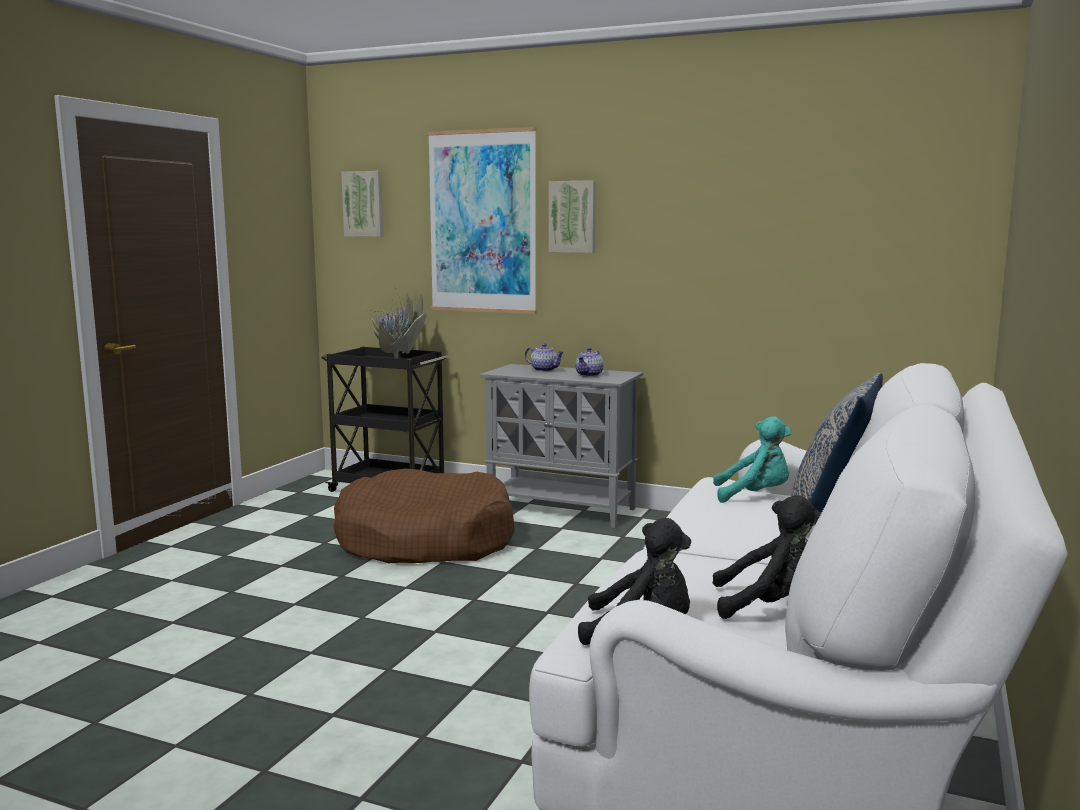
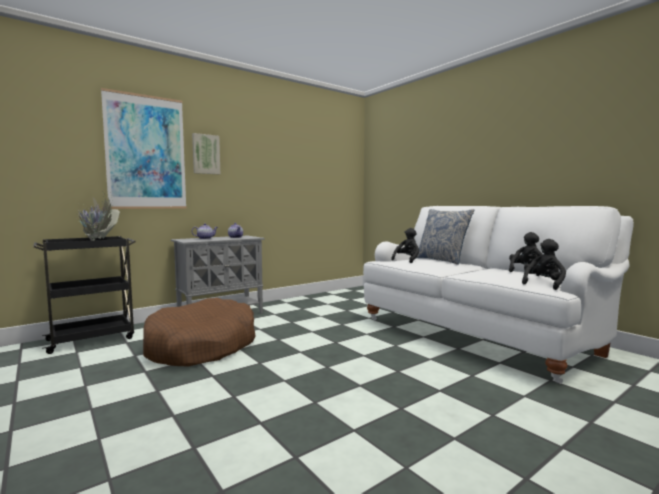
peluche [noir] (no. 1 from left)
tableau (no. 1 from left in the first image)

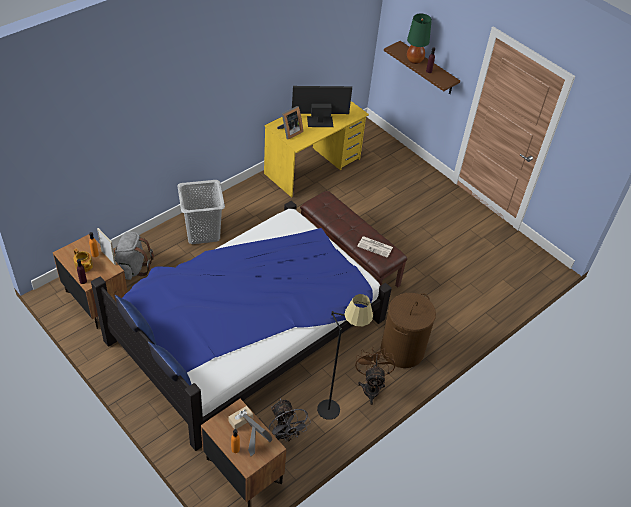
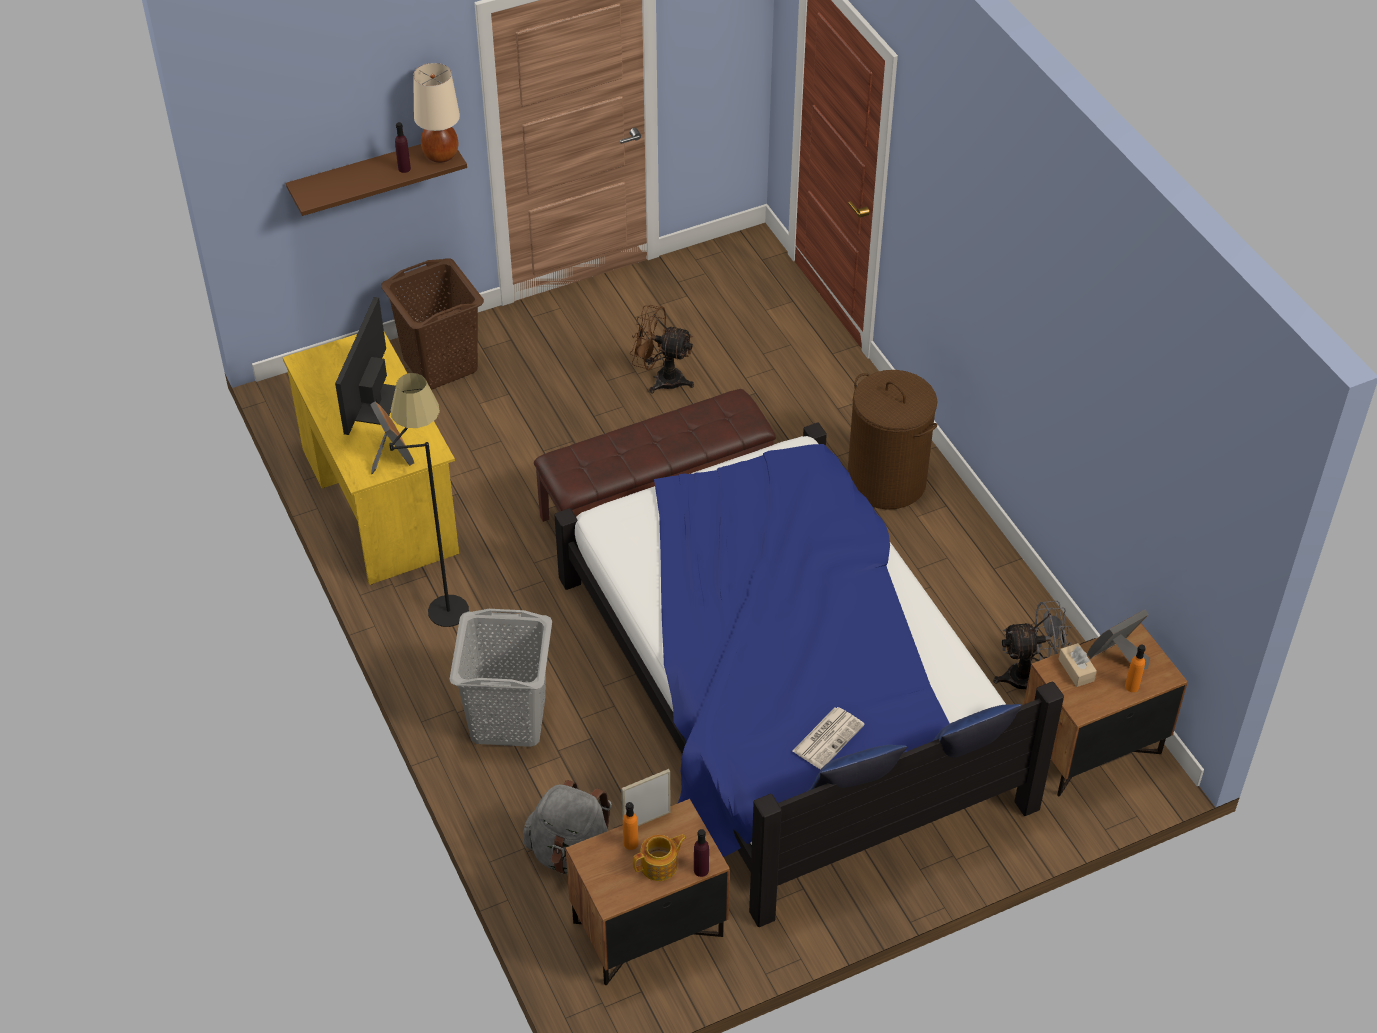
panier à linge [marron] (no. 1 from left)
lampadaire [noir]
lampe de table [beige]
ventilateur [marron]
journal
lampe de table [vert]

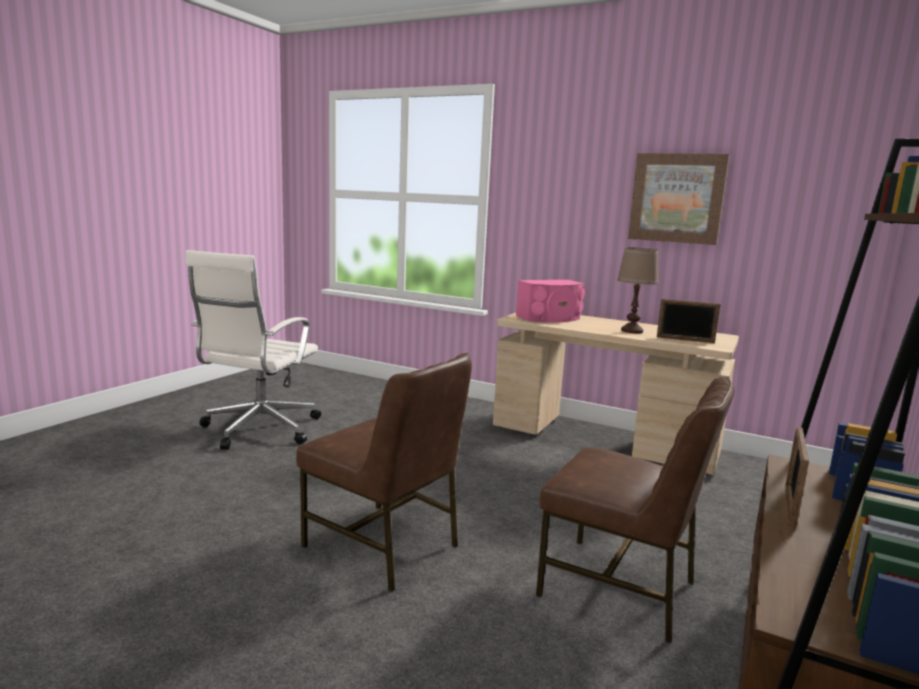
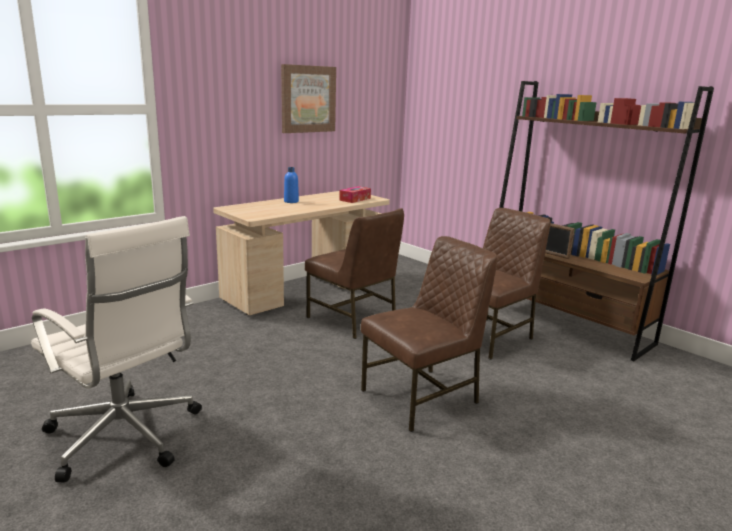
bouteille [bleu]
chaise [marron] (no. 1 from left)
boîte à mouchoirs
enceinte [rose]
lampe de table [marron]

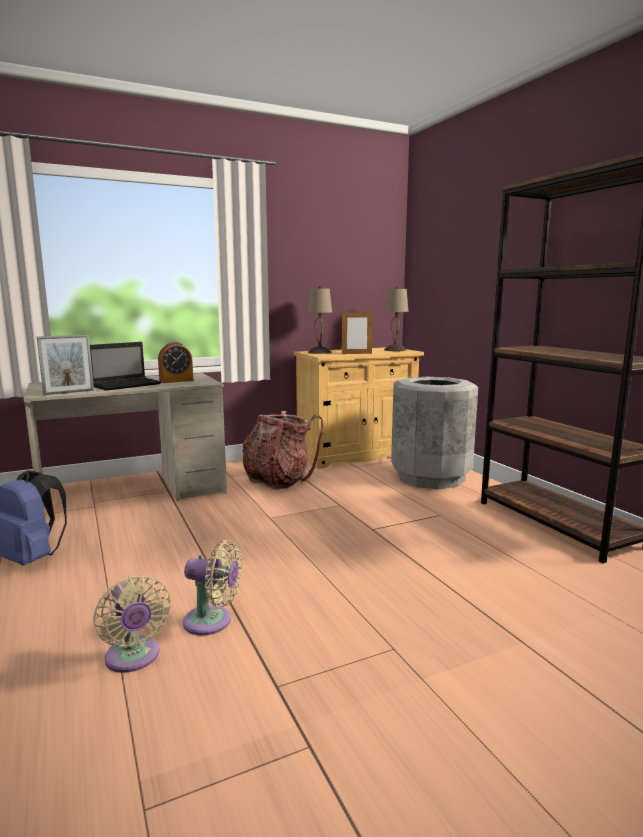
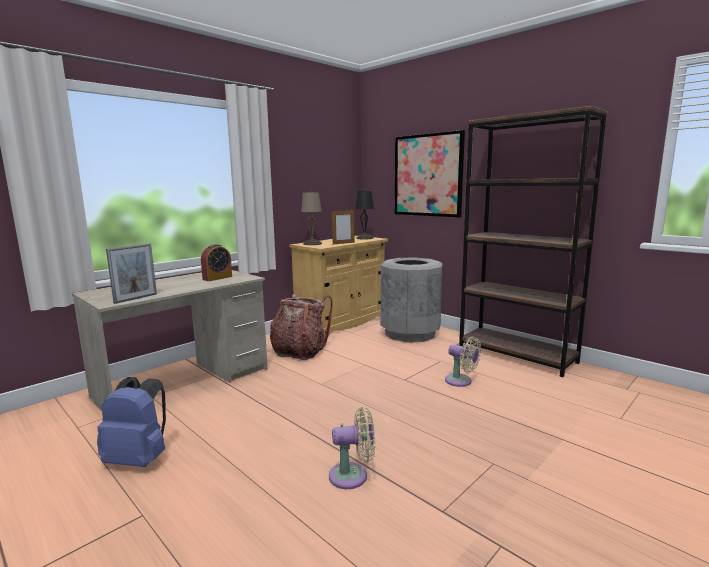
lampe de table [noir]
tableau
ventilateur [beige] (no. 2 from left)
ordinateur portable

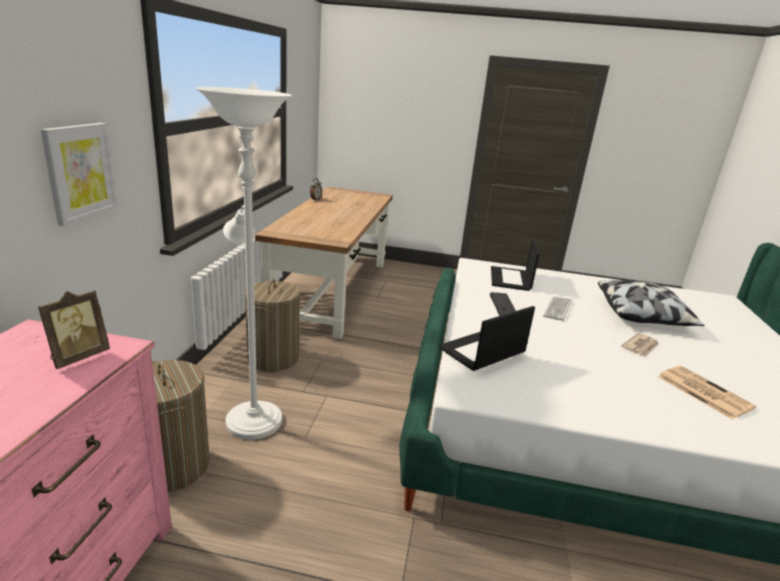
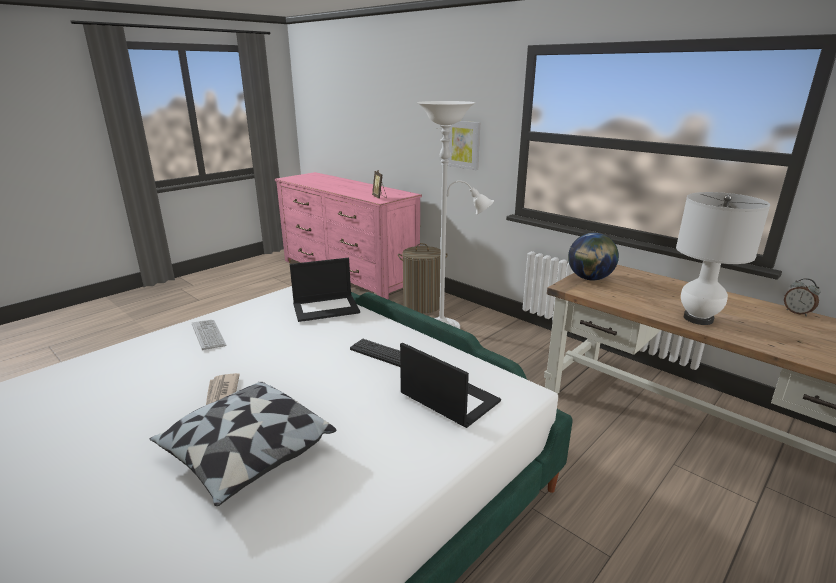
clavier (no. 1 from left)
ordinateur portable (no. 1 from left)
globe
lampe de table [blanc]
panier à linge (no. 2 from left in the first image)
journal (no. 2 from left in the first image)

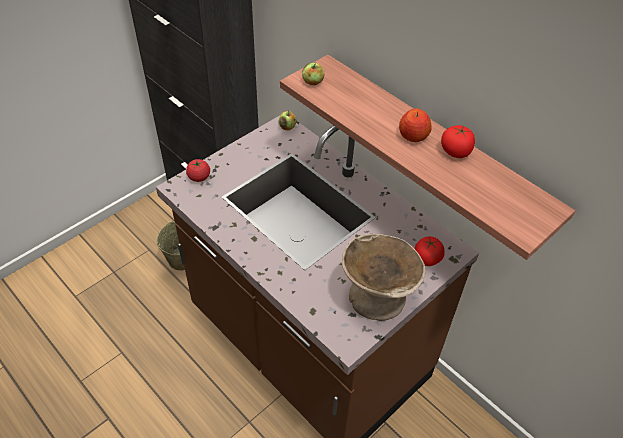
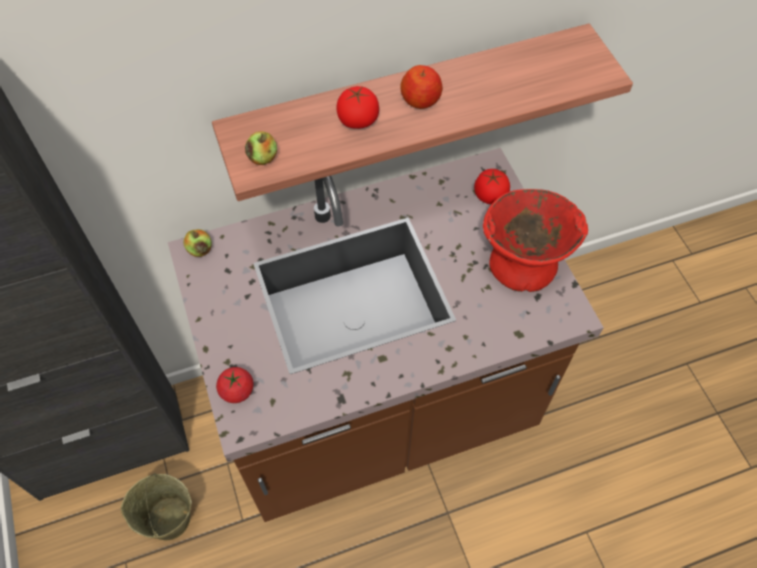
tomate (no. 2 from left)
bol [rouge]

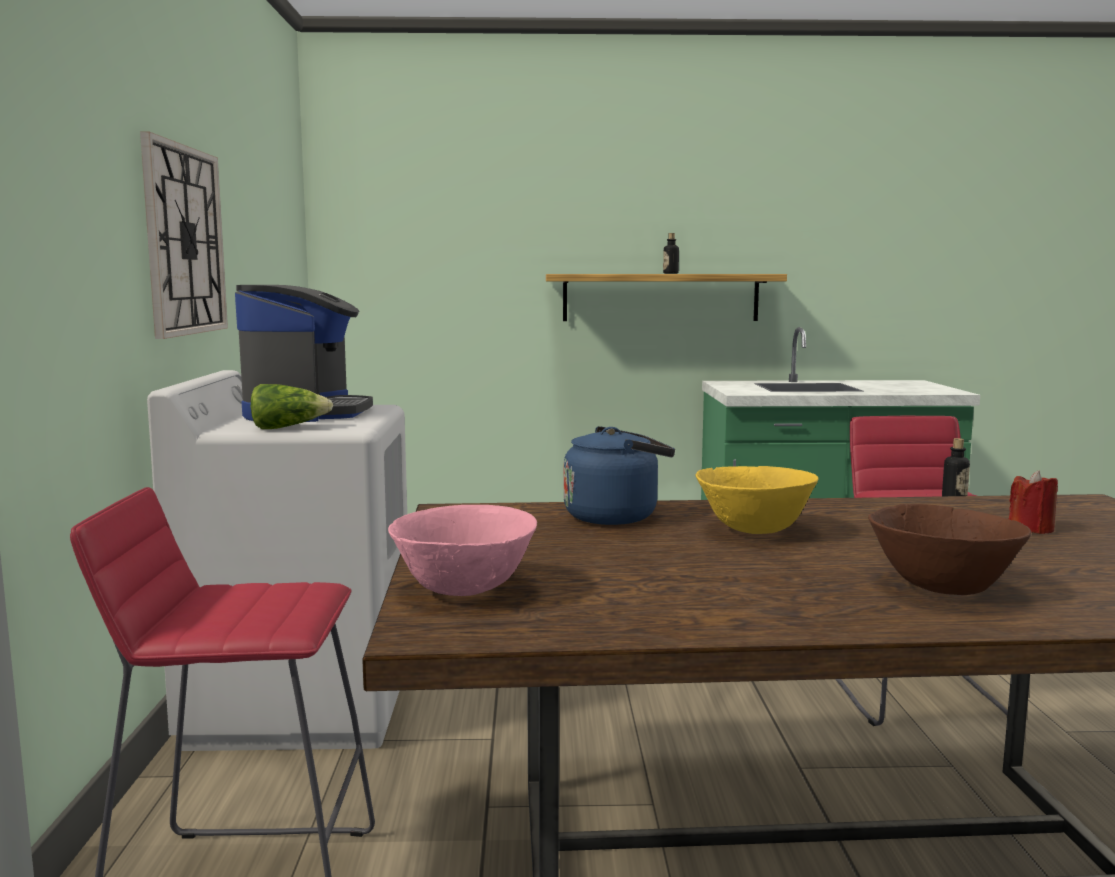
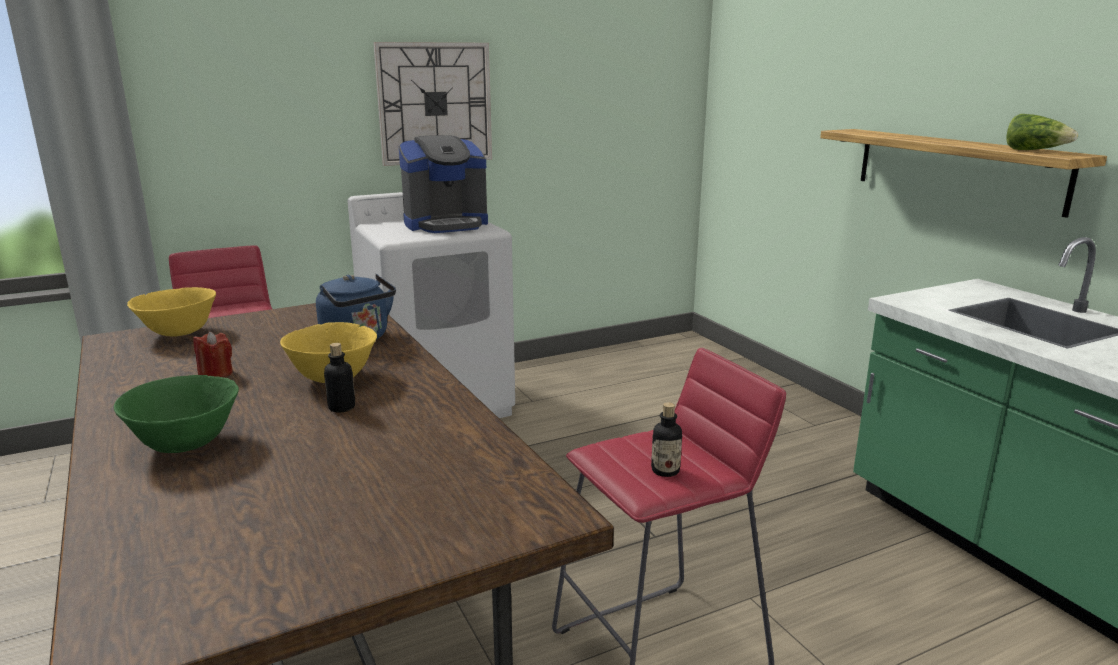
bol [vert]
bol [jaune] (no. 1 from left)
bougie [rouge]
bouteille (no. 1 from left)
laitue

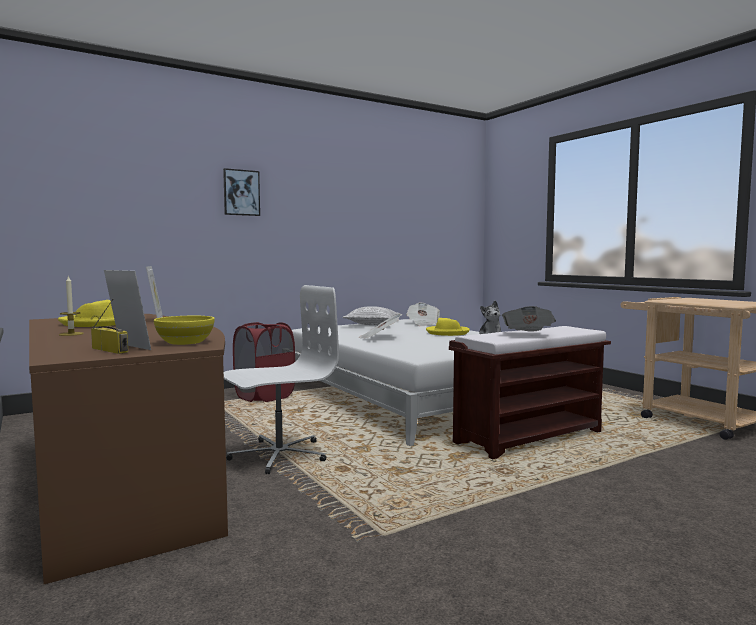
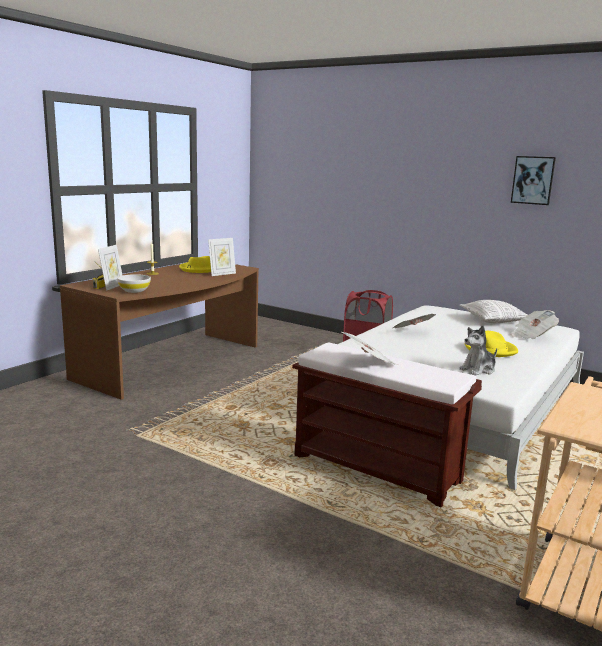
bol [blanc]
tableau
chaise de bureau [blanc]

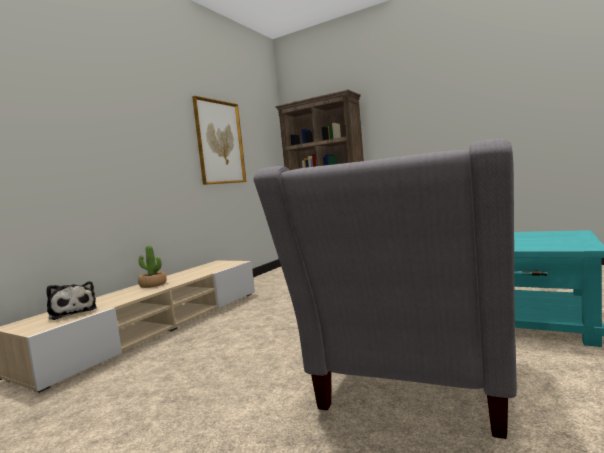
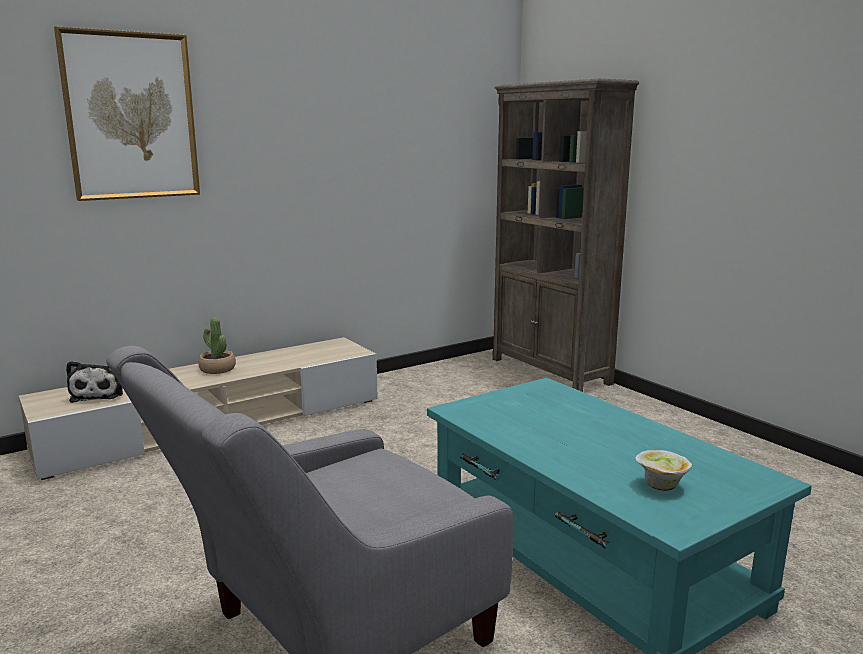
tableau
bol

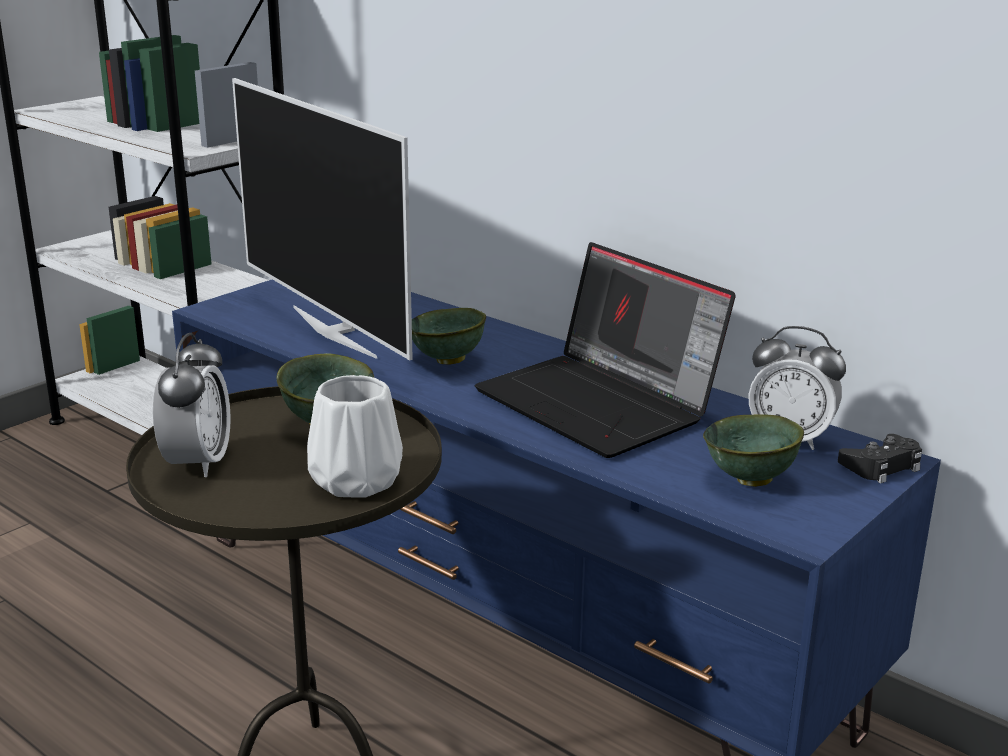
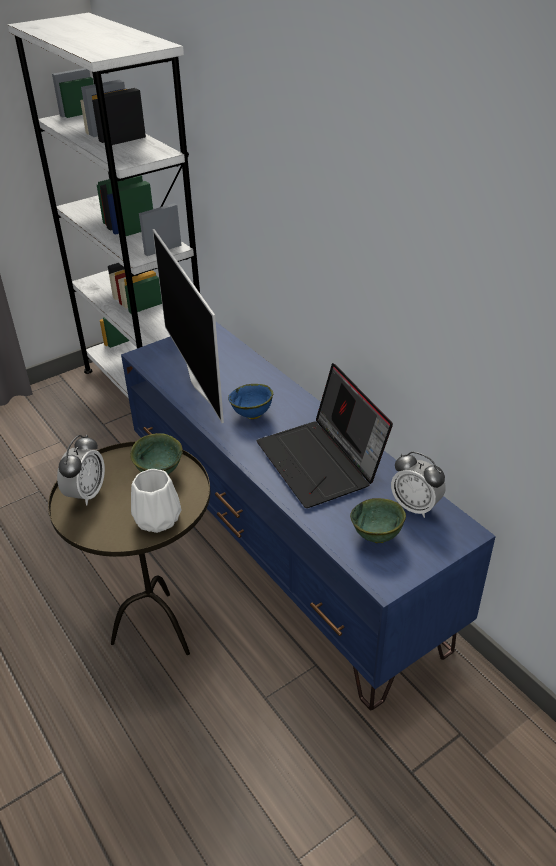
bol [bleu]
manette [noir]

